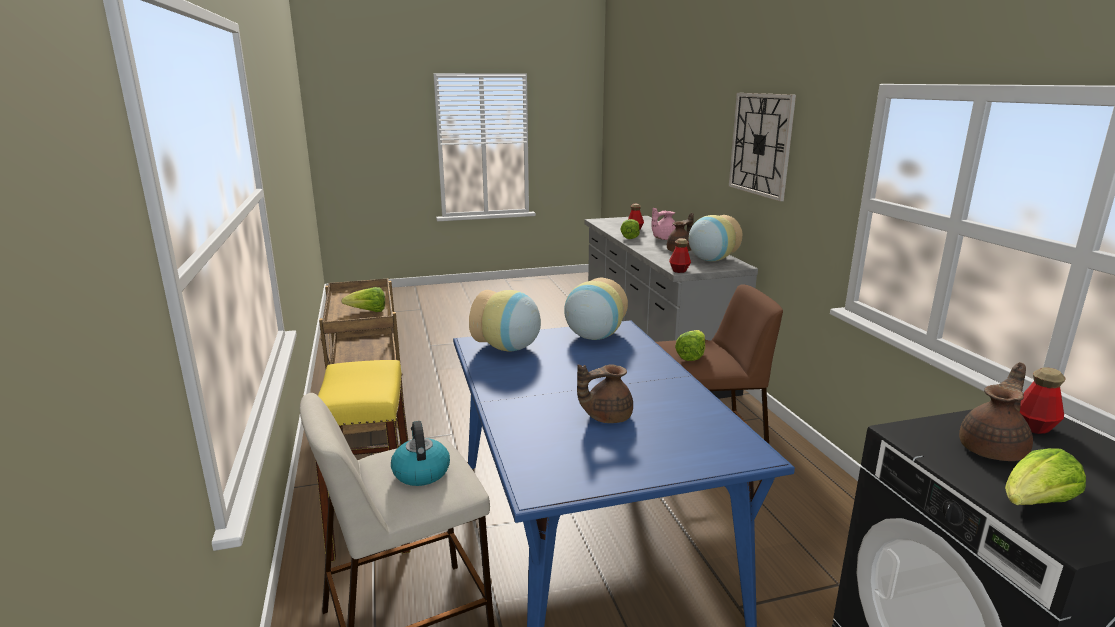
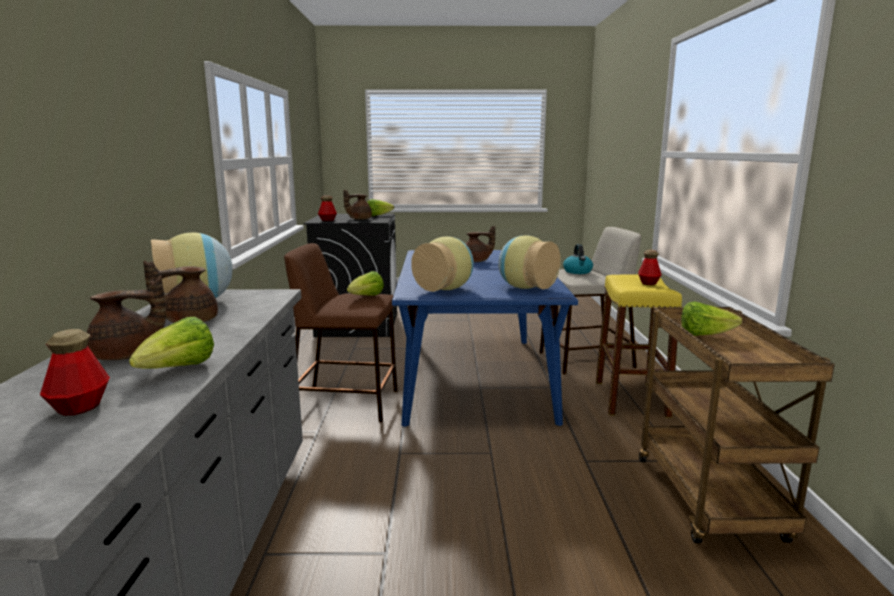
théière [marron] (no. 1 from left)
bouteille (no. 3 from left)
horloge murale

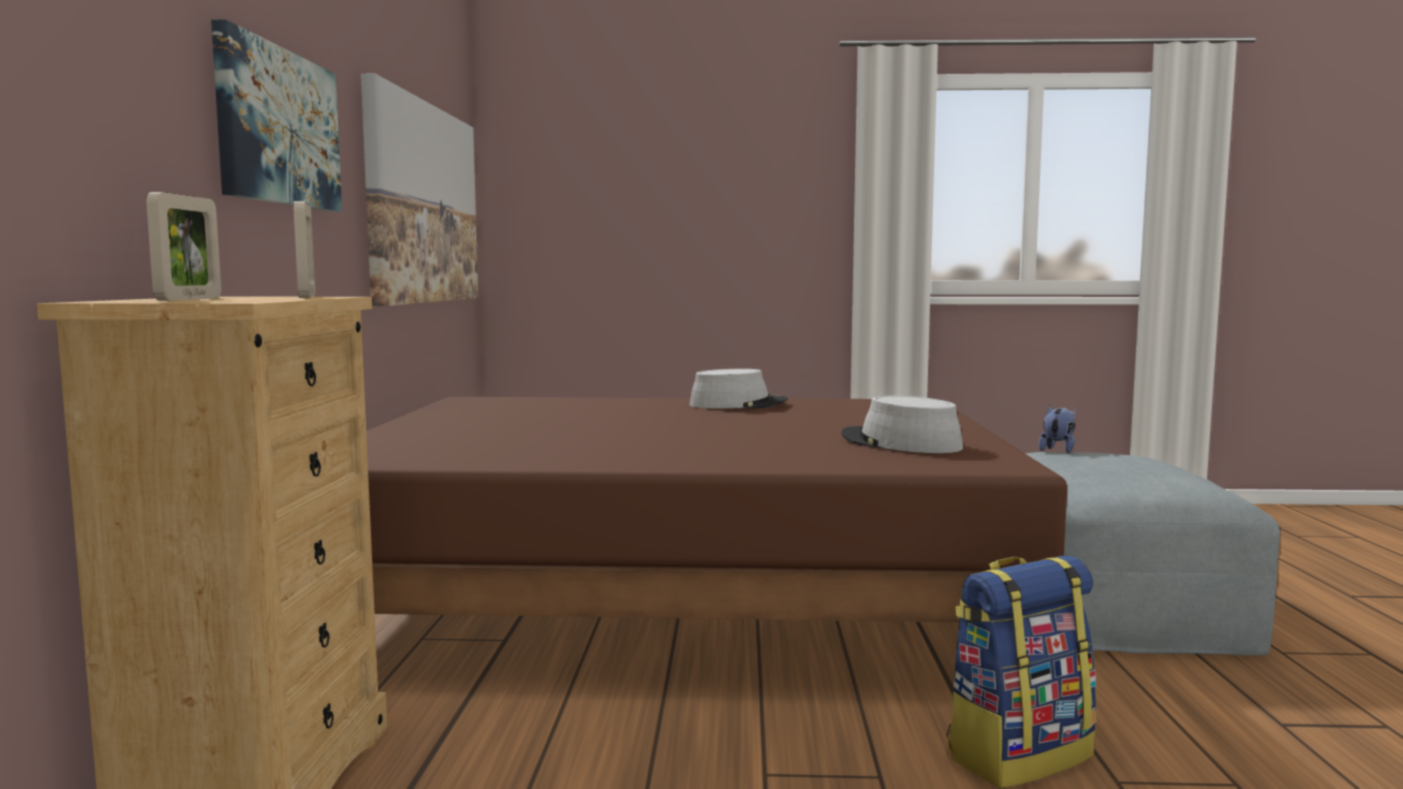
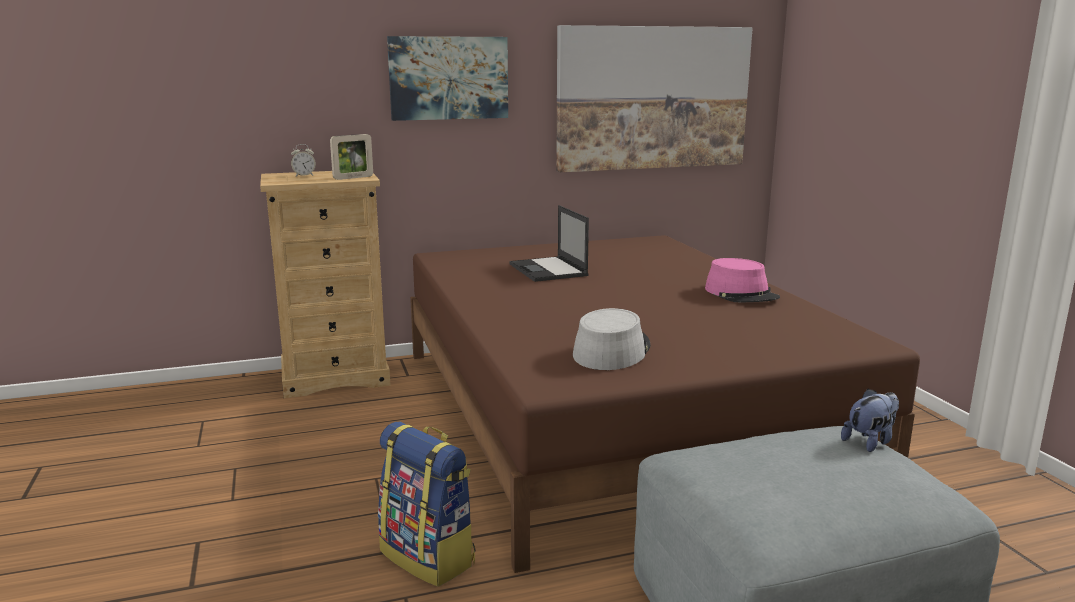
réveil
ordinateur portable
chapeau [rose]
peluche

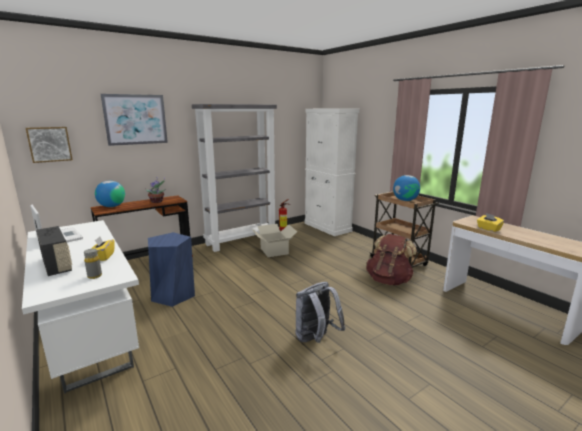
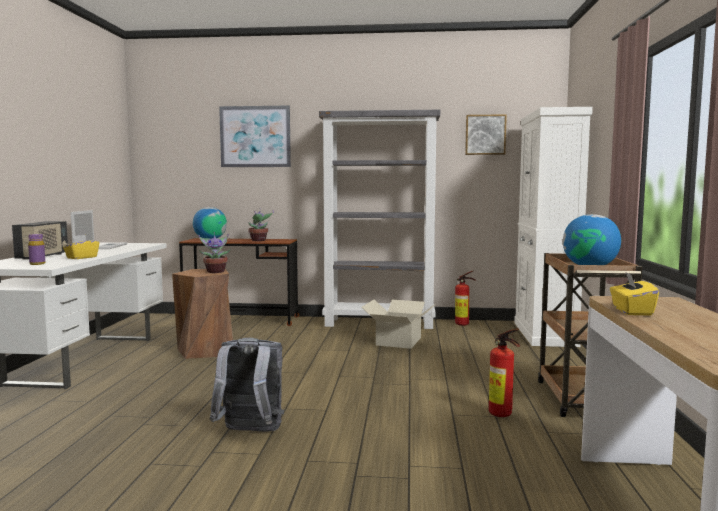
bouteille [violet]
tabouret [marron]
plante en pot (no. 1 from left)
tableau (no. 2 from left)
extincteur (no. 2 from left)

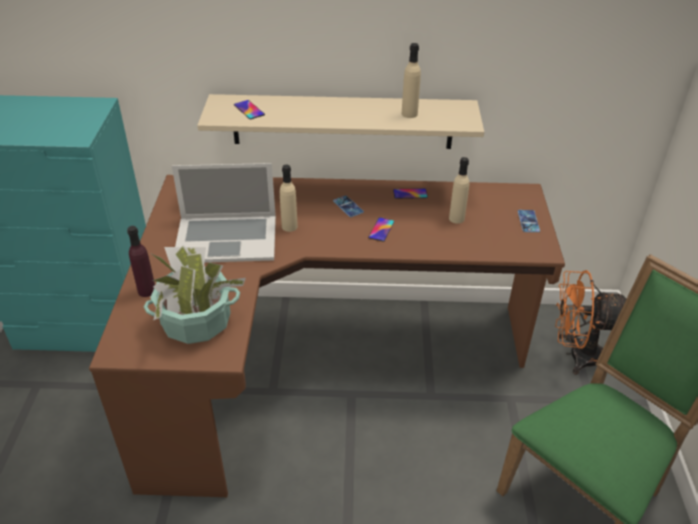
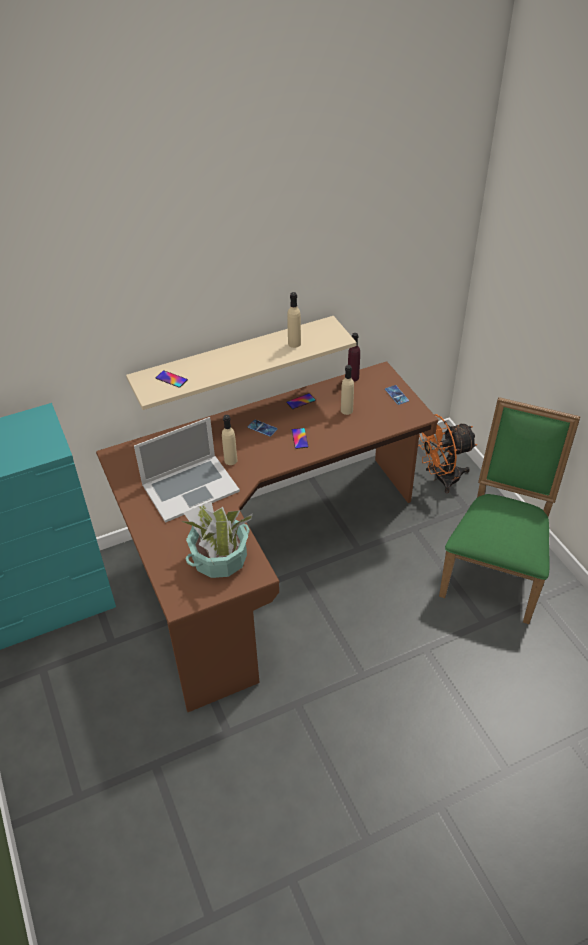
bouteille [violet]

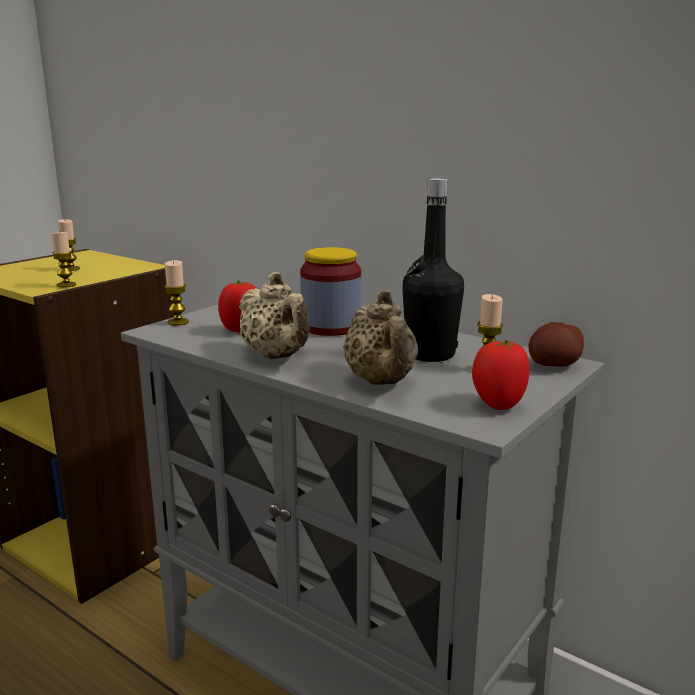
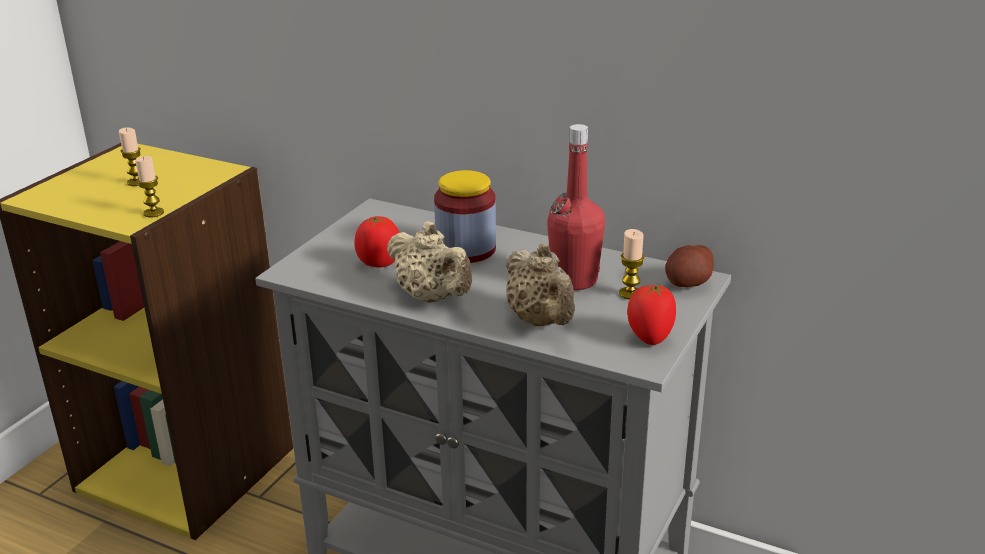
bouteille [rouge]
bougie (no. 3 from left in the first image)

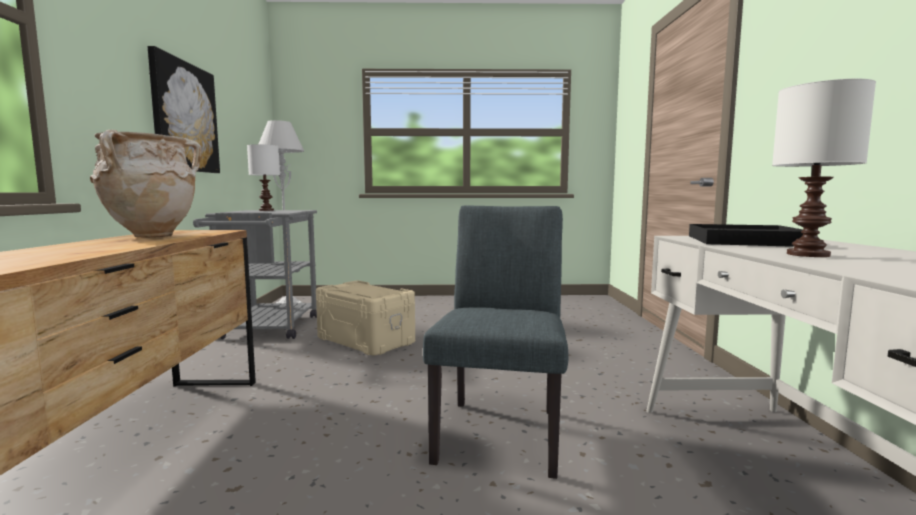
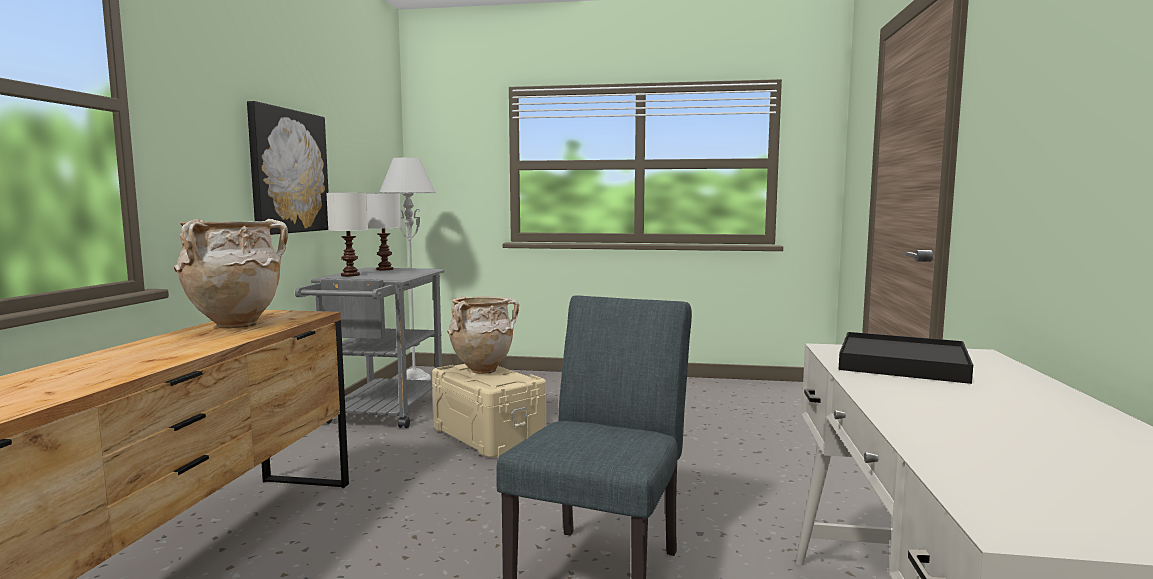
lampe de table [blanc] (no. 1 from left)
vase [beige] (no. 2 from left)

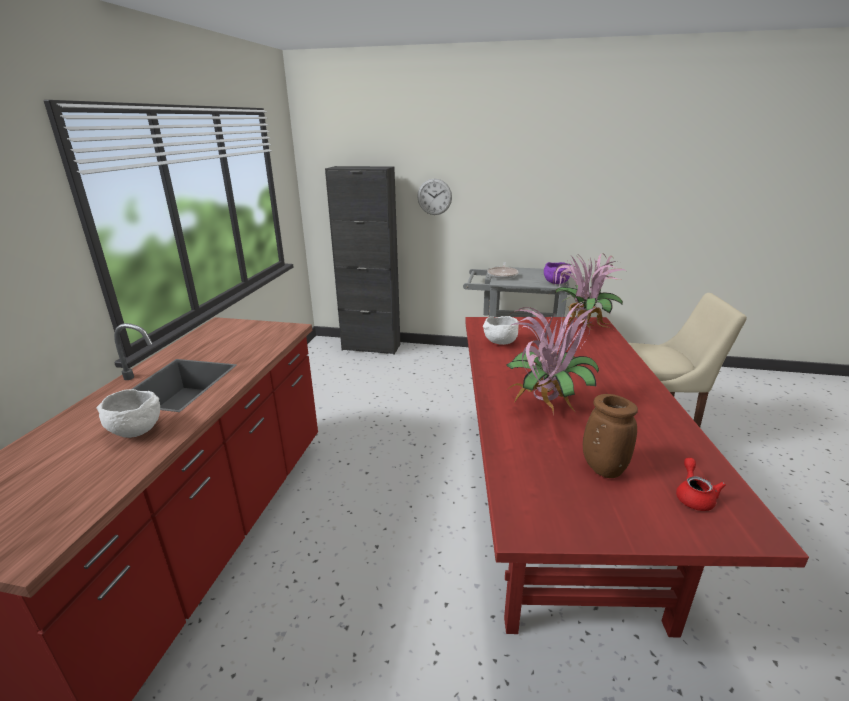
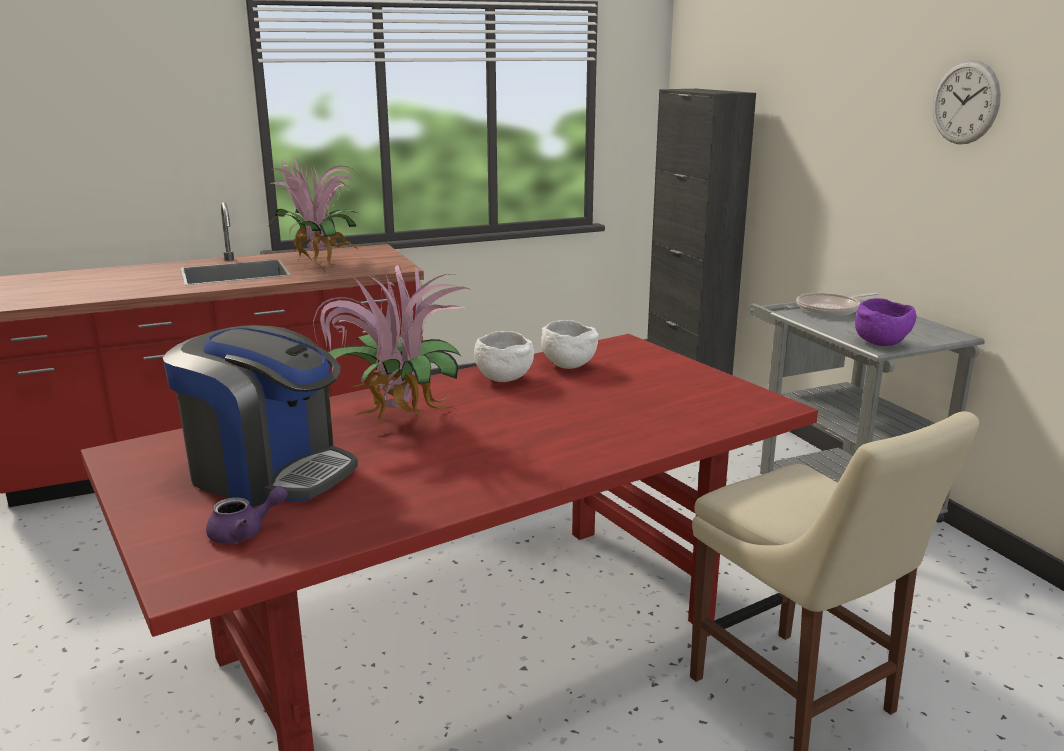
machine à café
théière [violet]
plante en pot (no. 1 from left)
bol [blanc] (no. 1 from left)
horloge murale

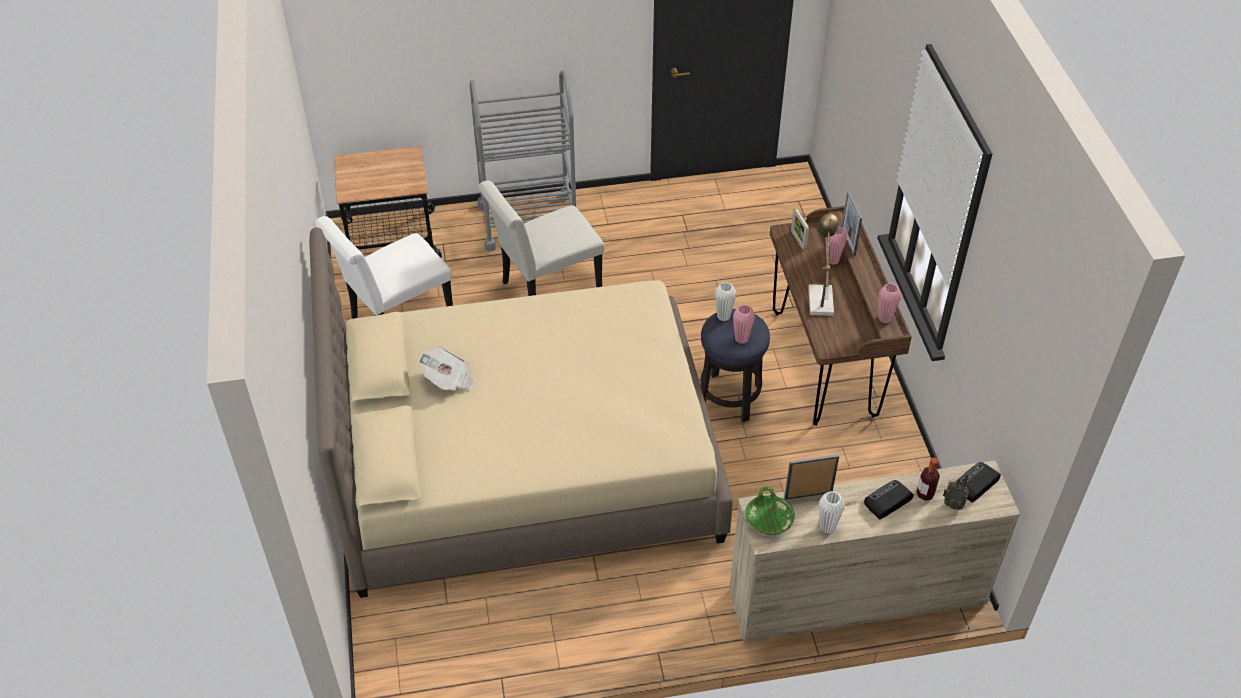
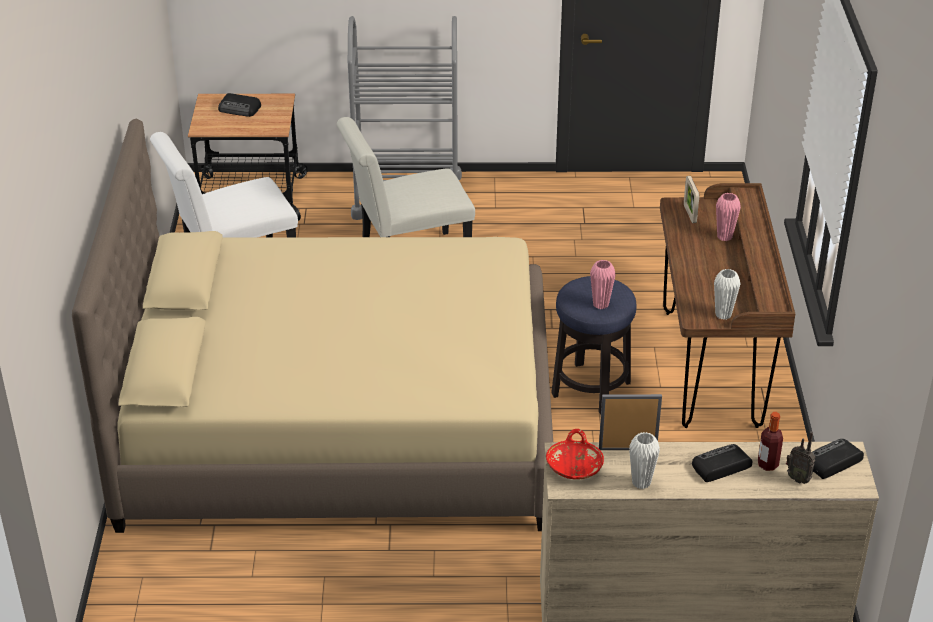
radio (no. 1 from left)
bol [rouge]
vase [blanc] (no. 2 from left)
journal
lampe de table
cadre photo (no. 3 from left in the first image)
vase [rose] (no. 3 from left in the first image)

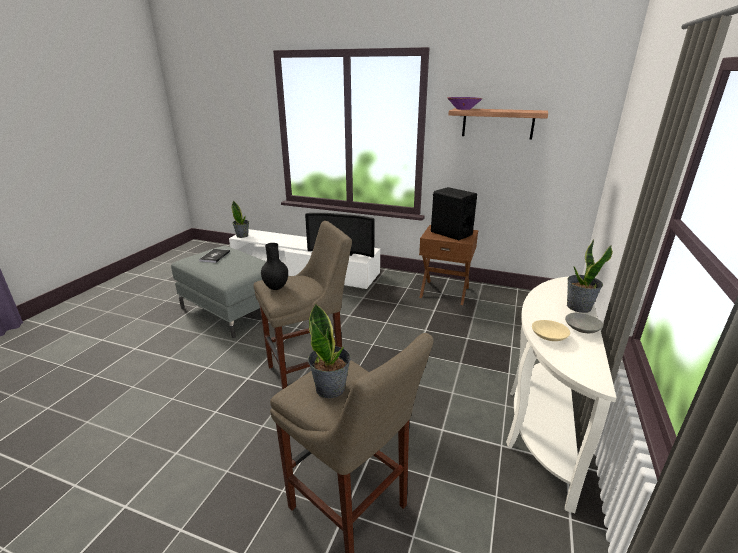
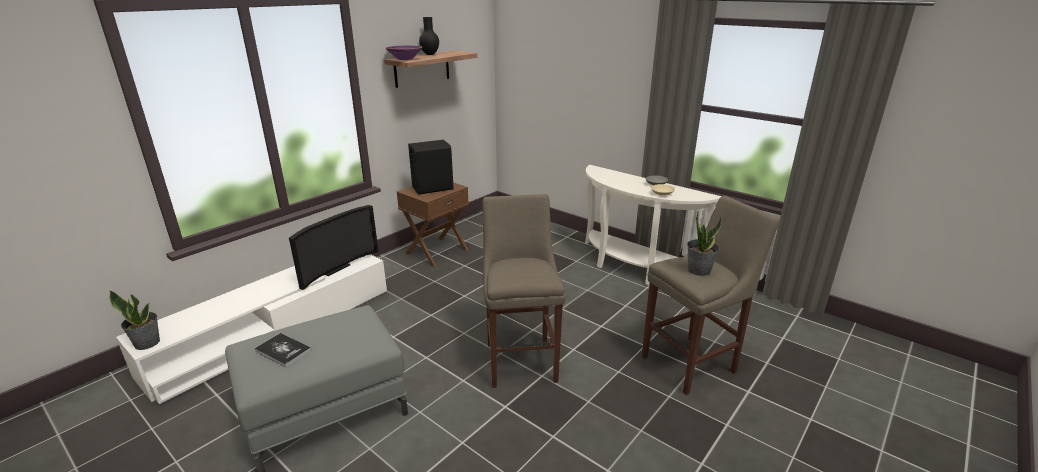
vase [noir]
plante en pot (no. 3 from left in the first image)

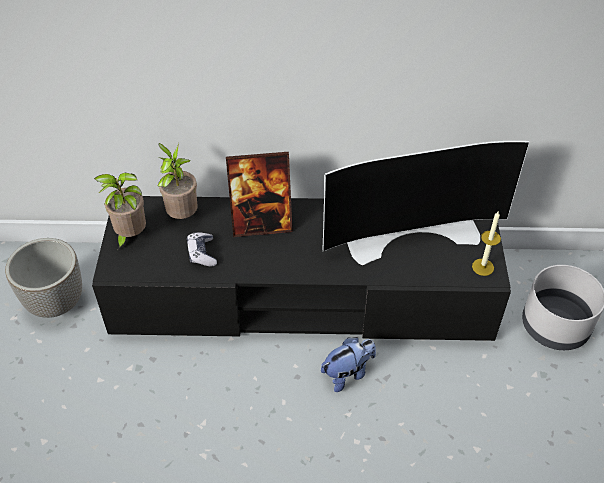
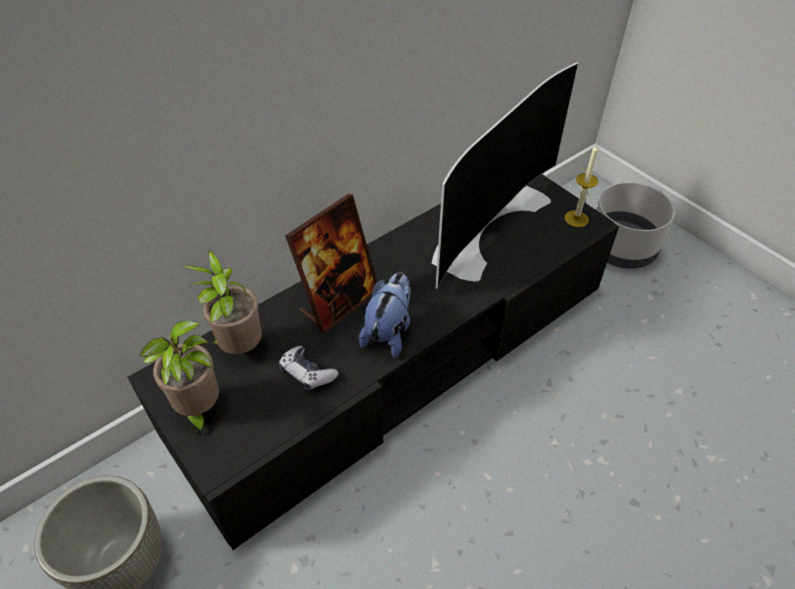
peluche

